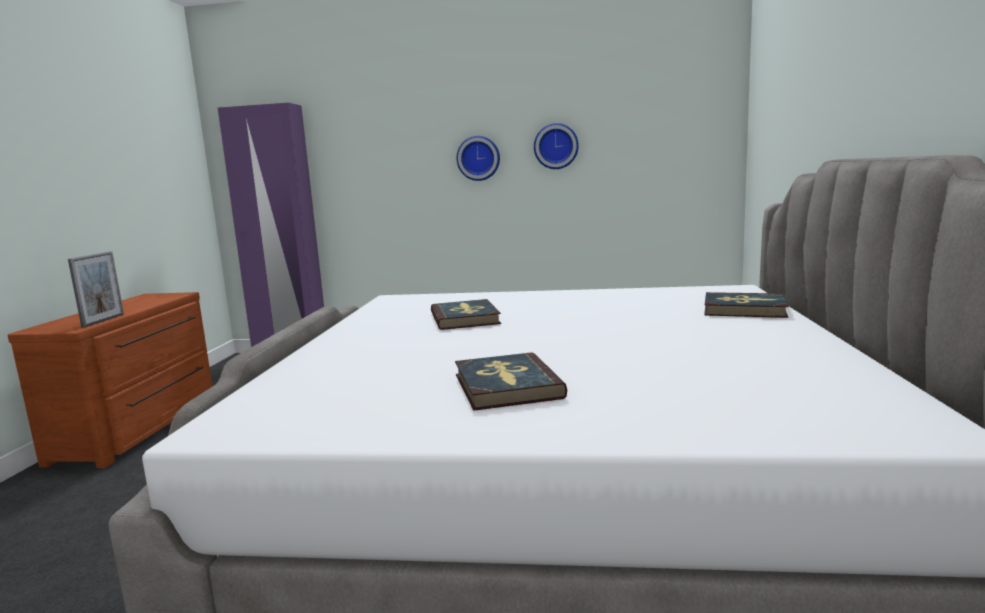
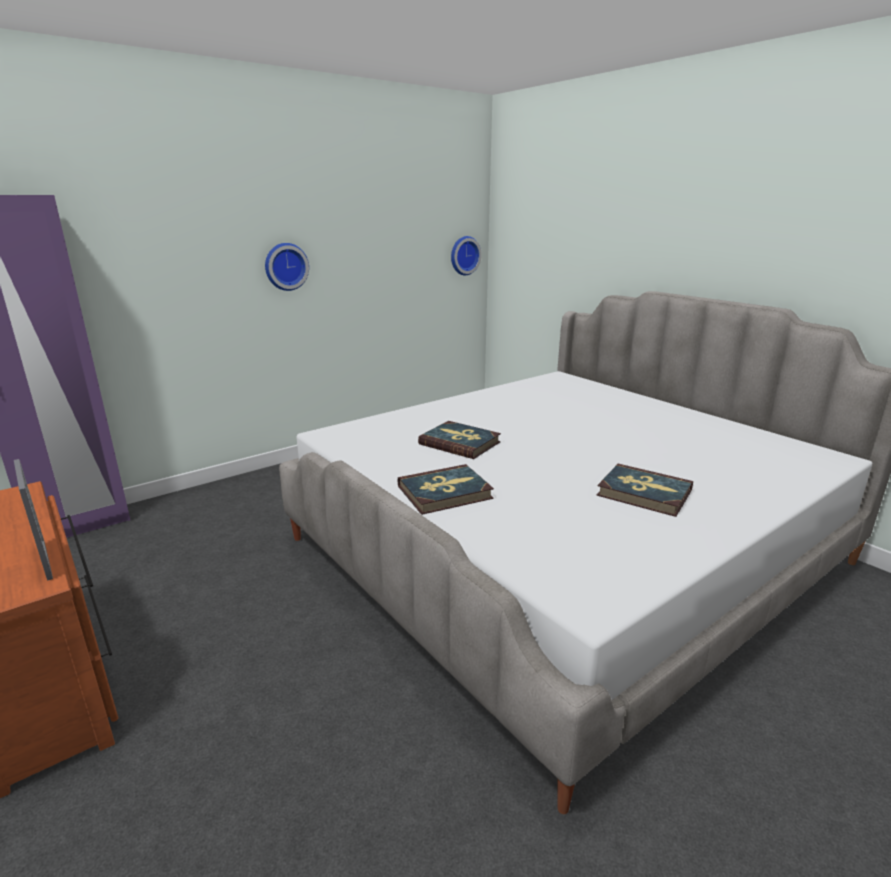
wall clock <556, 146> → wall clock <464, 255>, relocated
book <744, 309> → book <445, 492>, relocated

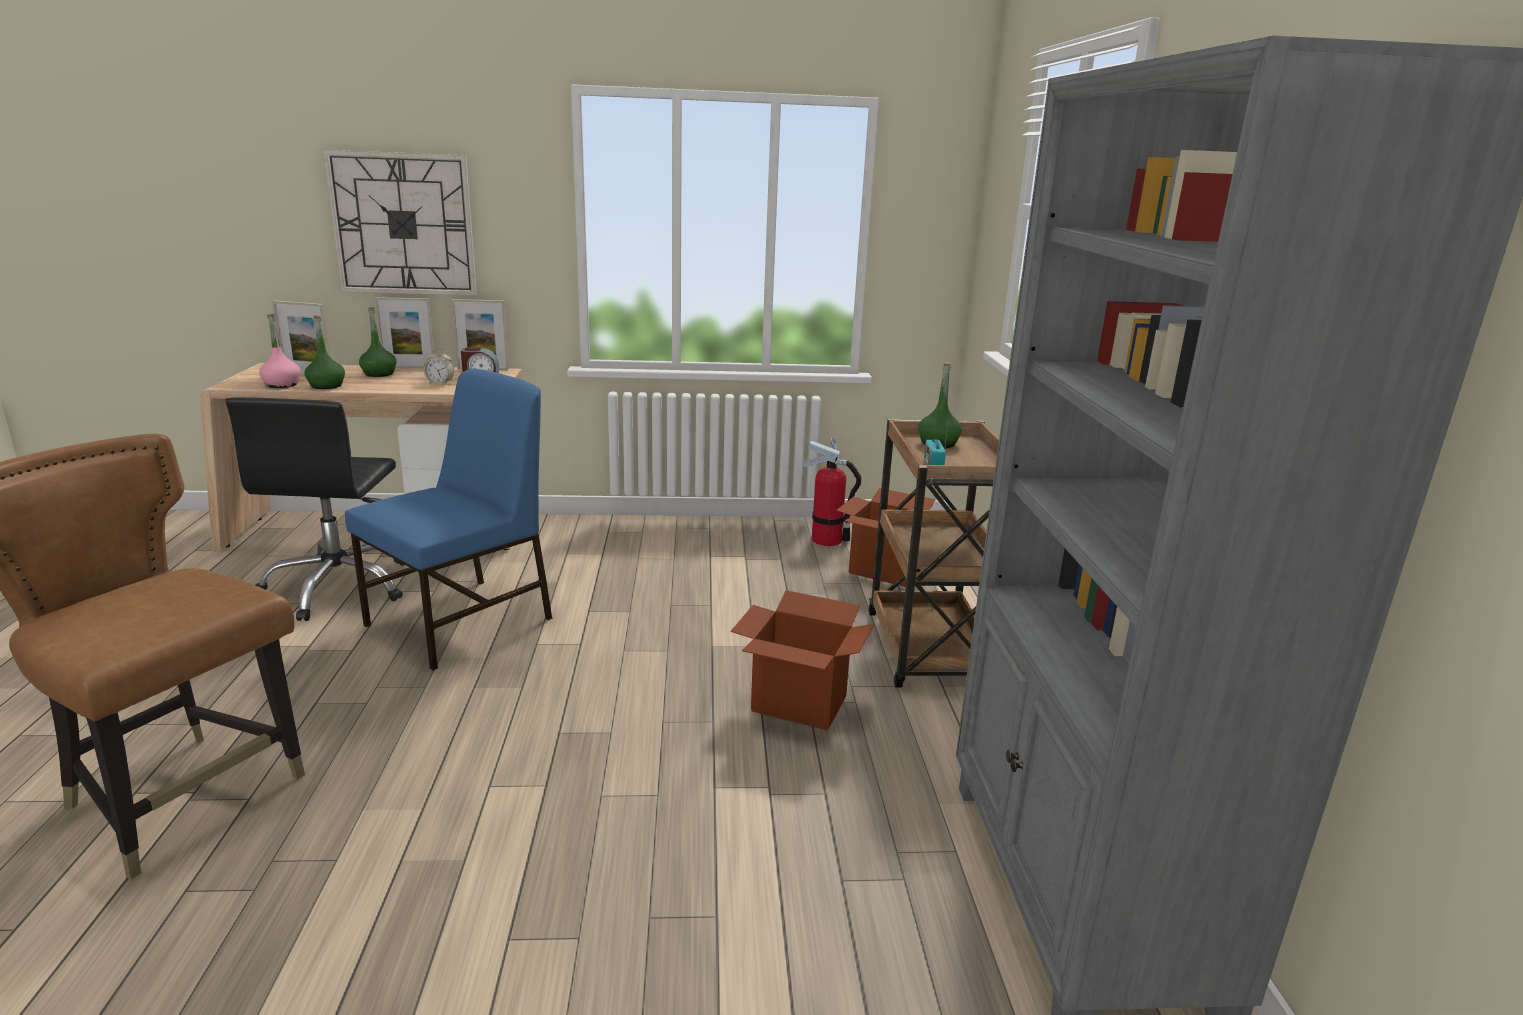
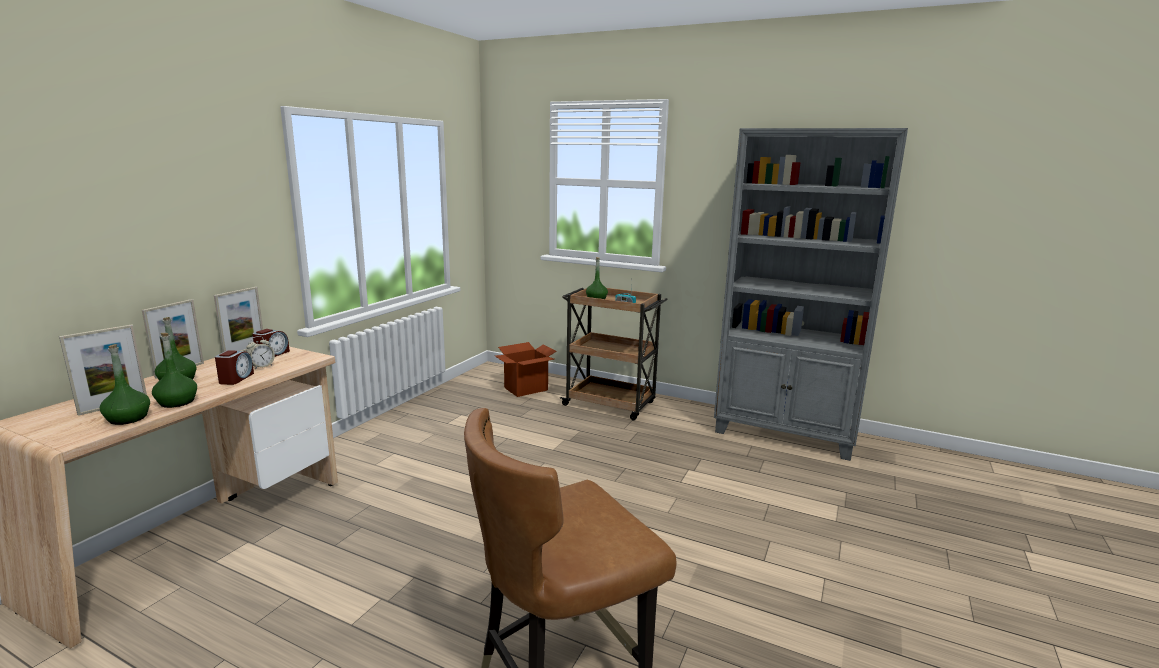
black office chair <338, 586> → -
wall clock <403, 224> → -
blue chair <463, 621> → -
cardboard box <798, 703> → -
fire extinguisher <827, 540> → -
- → alarm clock <236, 378>
pink bottle <282, 385> → green bottle <128, 418>

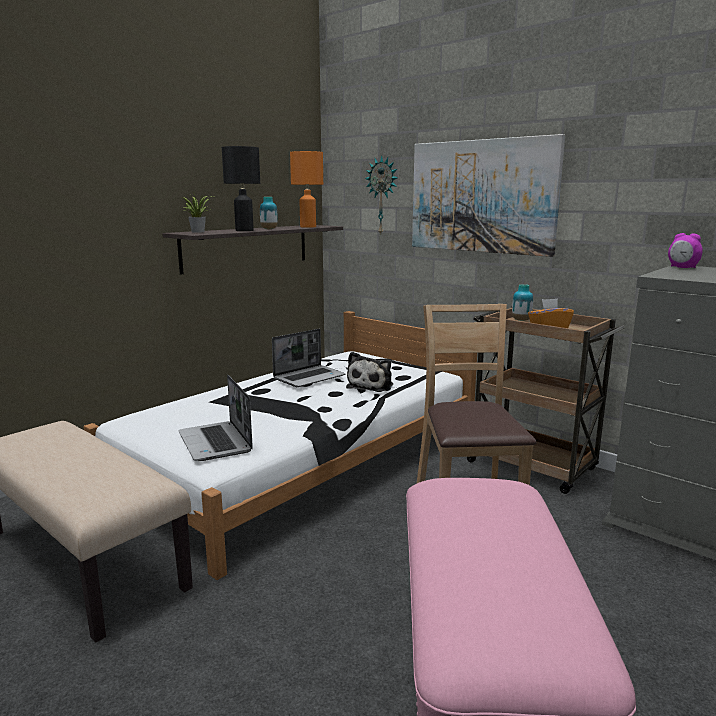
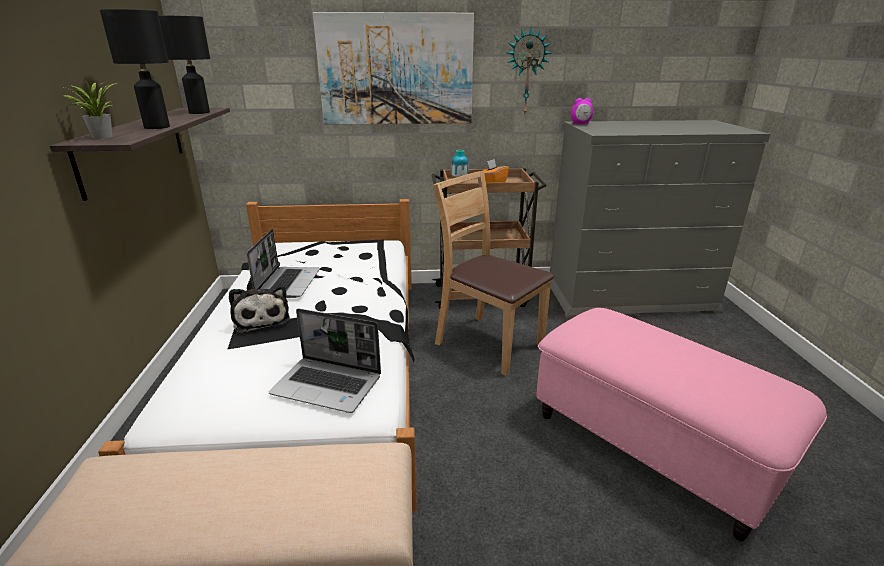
vase <269, 229> → -
plush toy <371, 386> → plush toy <261, 319>, relocated
wall clock <383, 196> → wall clock <527, 72>, relocated
orange table lamp <308, 227> → black table lamp <200, 112>

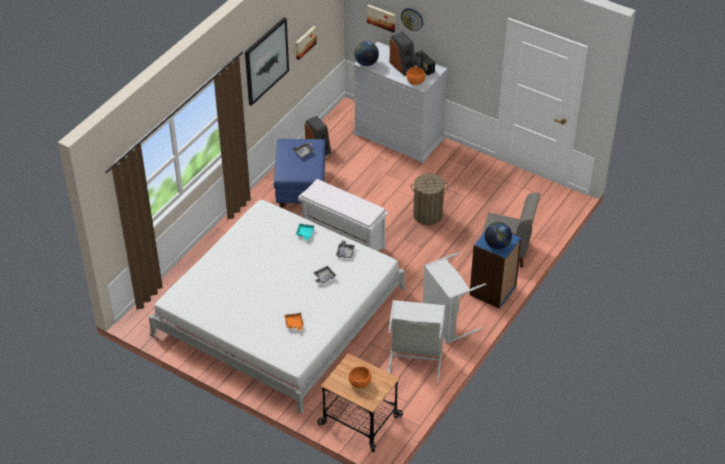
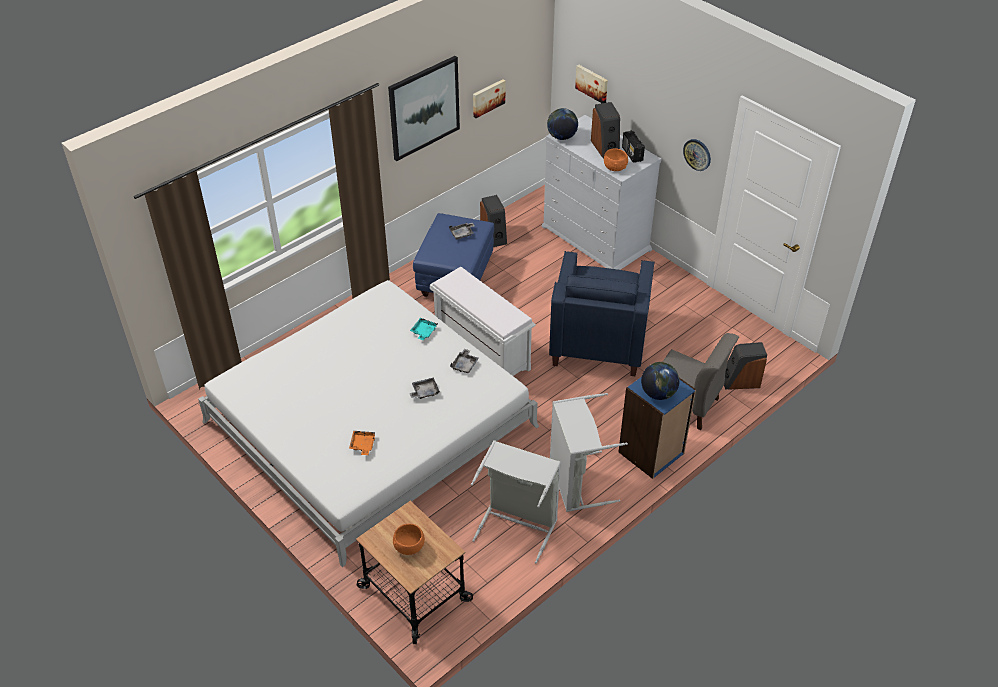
- → speaker <740, 381>
wall clock <412, 18> → wall clock <697, 154>, relocated
laundry basket <427, 215> → blue armchair <598, 339>

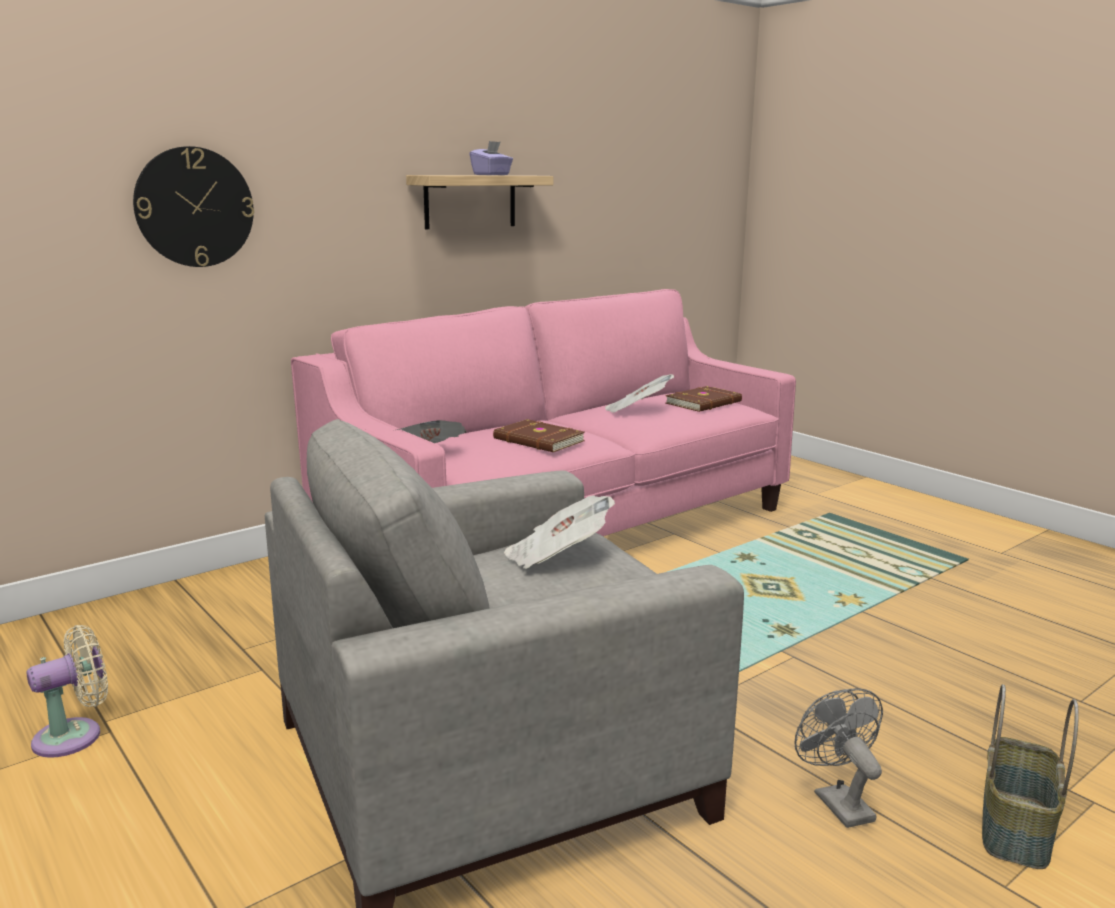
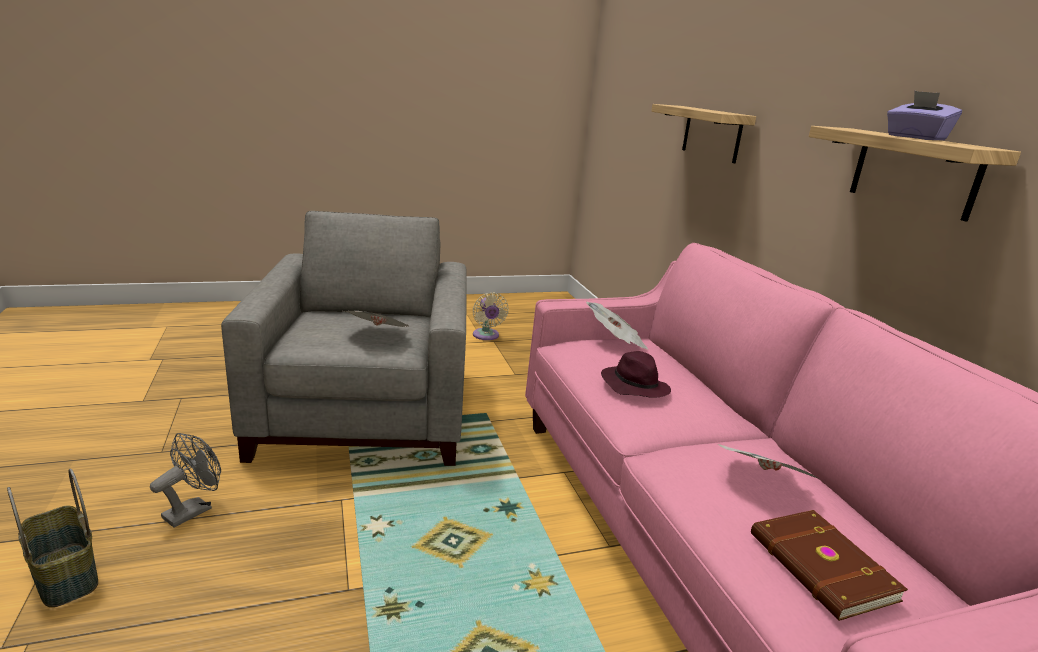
wall clock <194, 207> → shelf <711, 133>
brown book <538, 440> → purple hat <633, 386>
grey fan <837, 801> → grey fan <193, 510>, 60 degrees counterclockwise

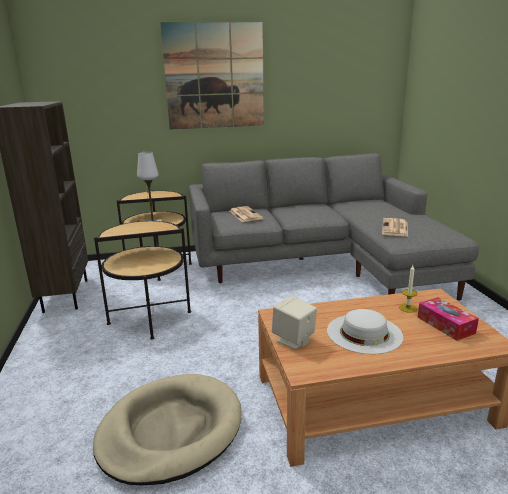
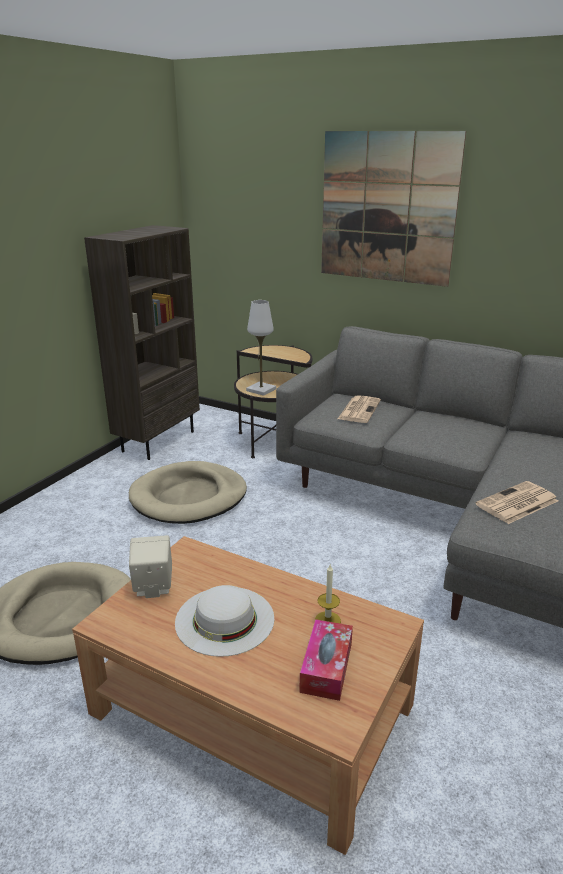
side table <149, 318> → beige dog bed <189, 497>

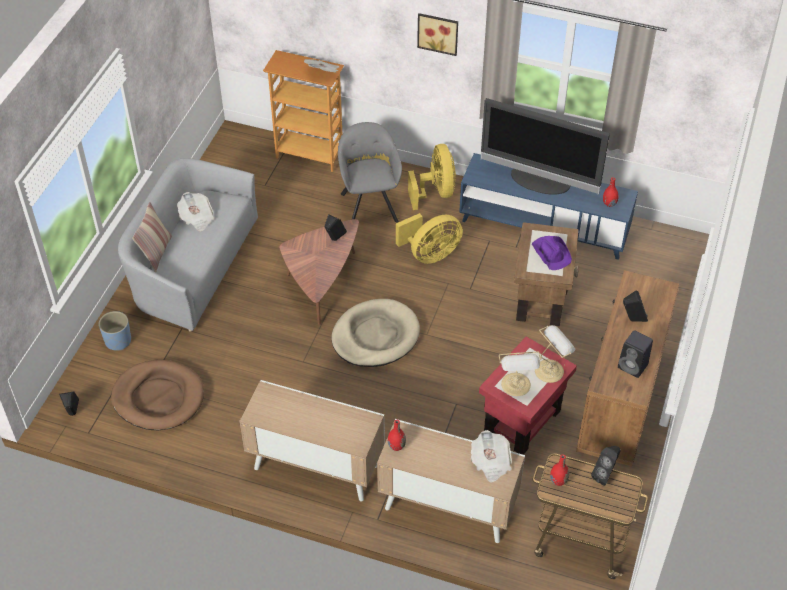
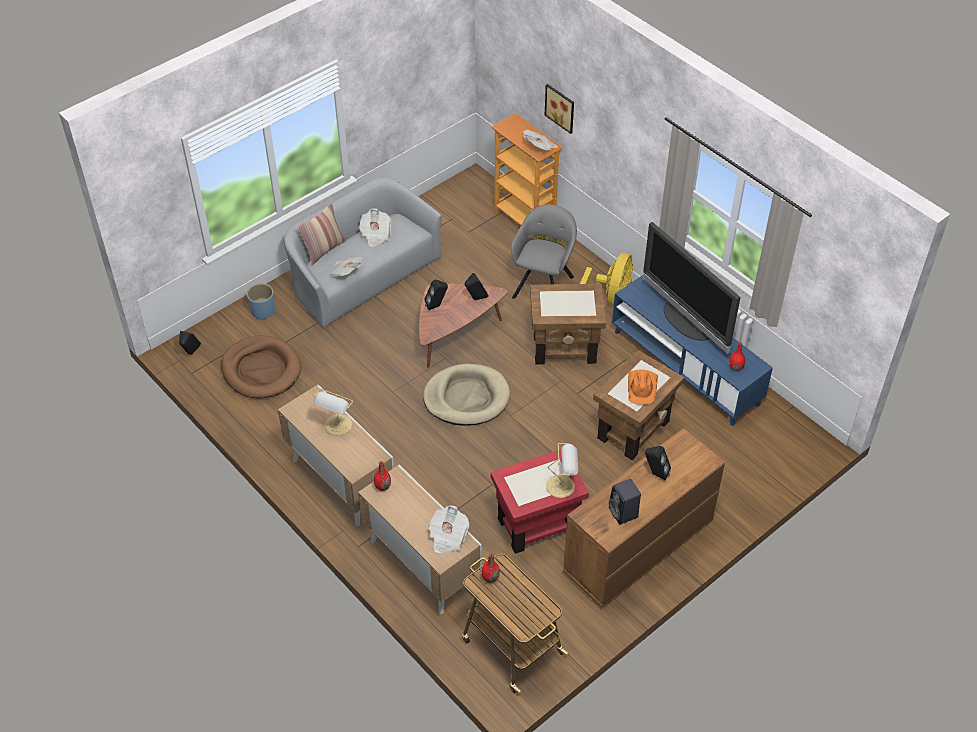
- → newspaper <346, 272>
picture <438, 32> → picture <561, 107>, relocated
table lamp <516, 386> → table lamp <337, 426>, relocated
black speaker <605, 475> → black speaker <436, 306>, relocated
yellow fan <430, 254> → brown side table <565, 349>
purple hat <551, 253> → orange hat <642, 387>

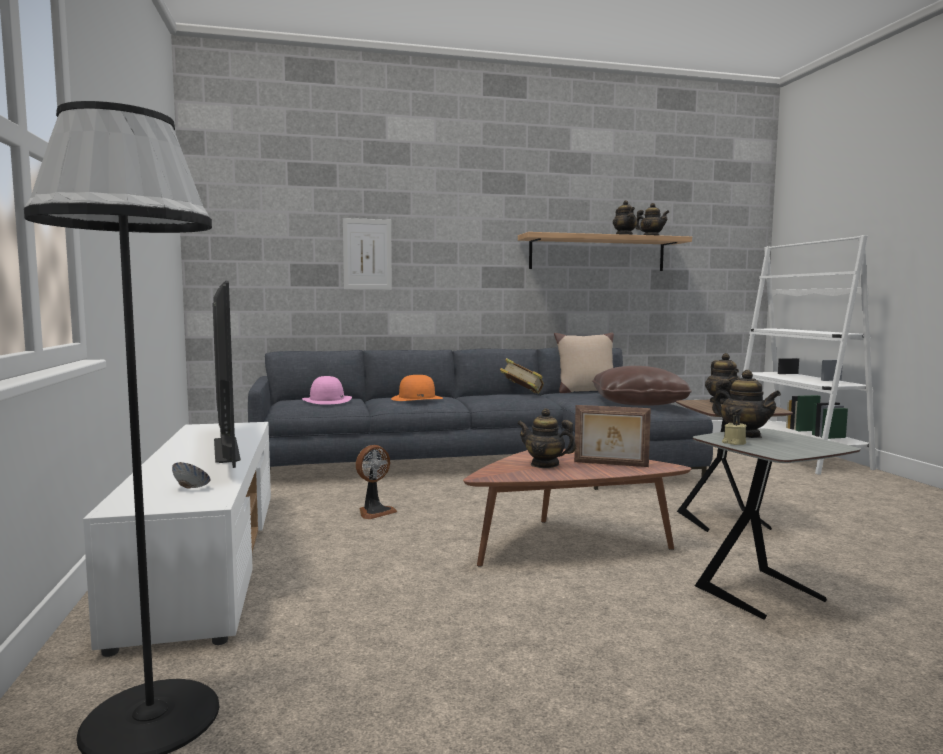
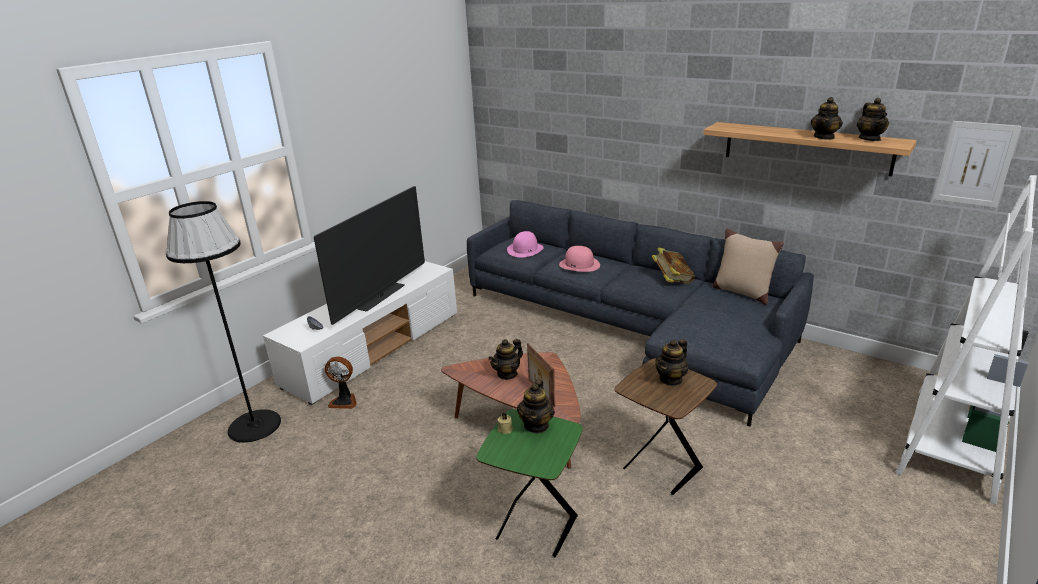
brown pillow <638, 403> → -
picture <367, 254> → picture <974, 164>, relocated
fan <374, 512> → fan <344, 401>, relocated
orange hat <417, 398> → pink hat <579, 264>
grey side table <764, 595> → green side table <535, 529>
teapot <545, 465> → teapot <507, 374>, 120 degrees counterclockwise

